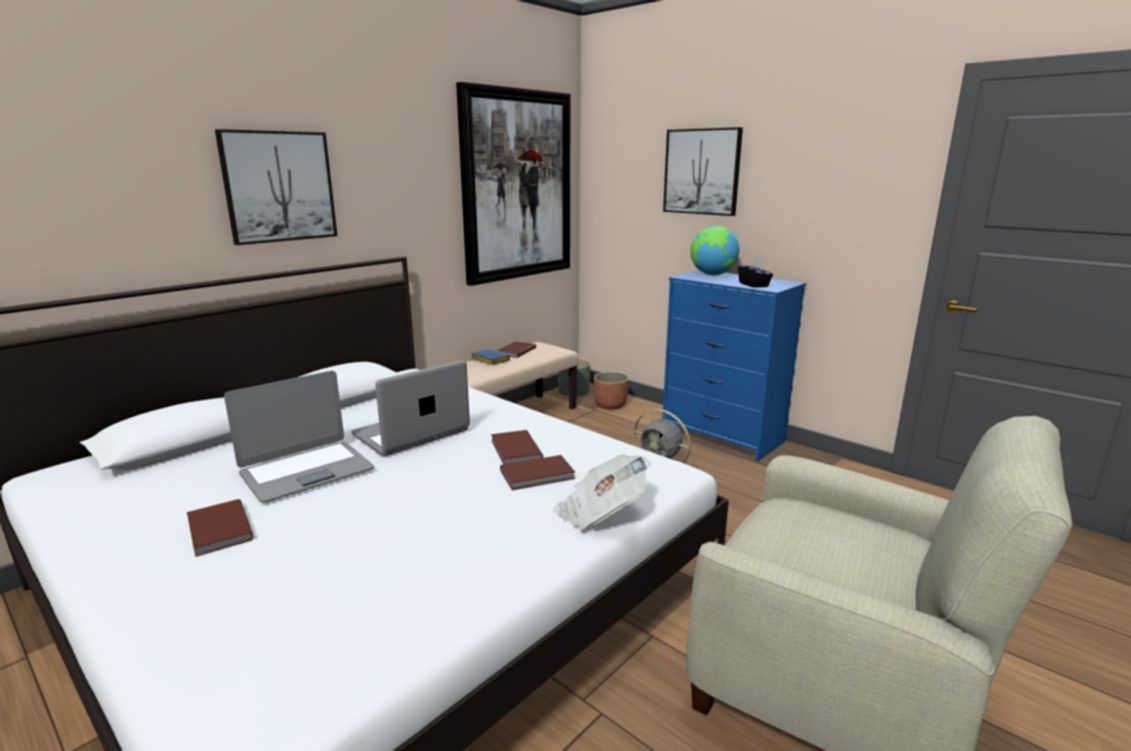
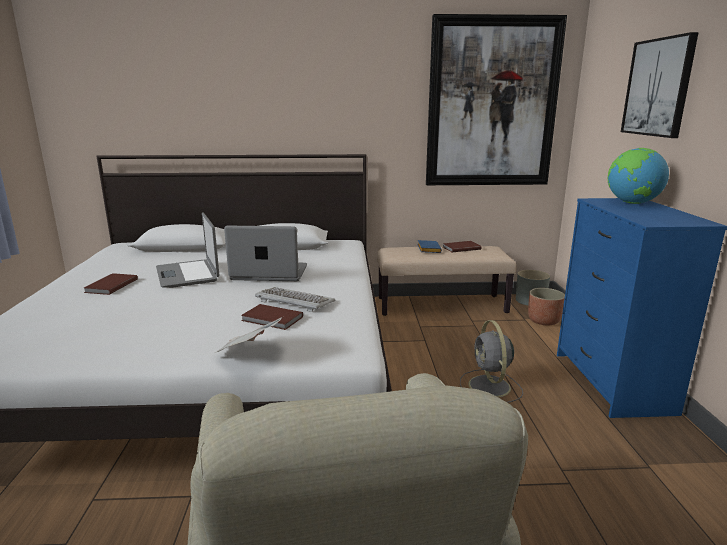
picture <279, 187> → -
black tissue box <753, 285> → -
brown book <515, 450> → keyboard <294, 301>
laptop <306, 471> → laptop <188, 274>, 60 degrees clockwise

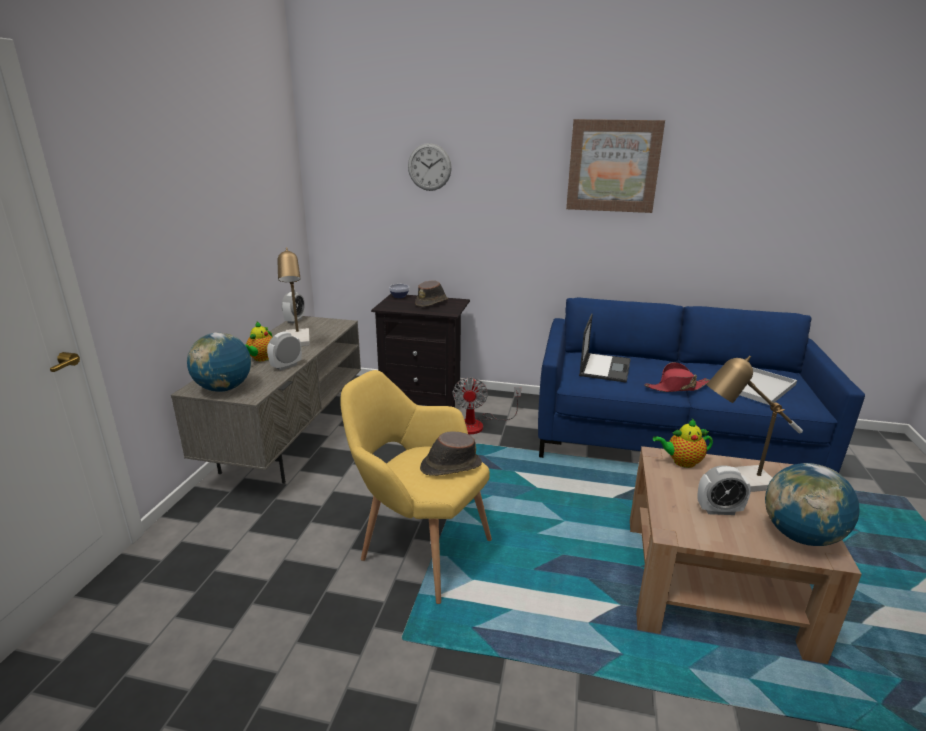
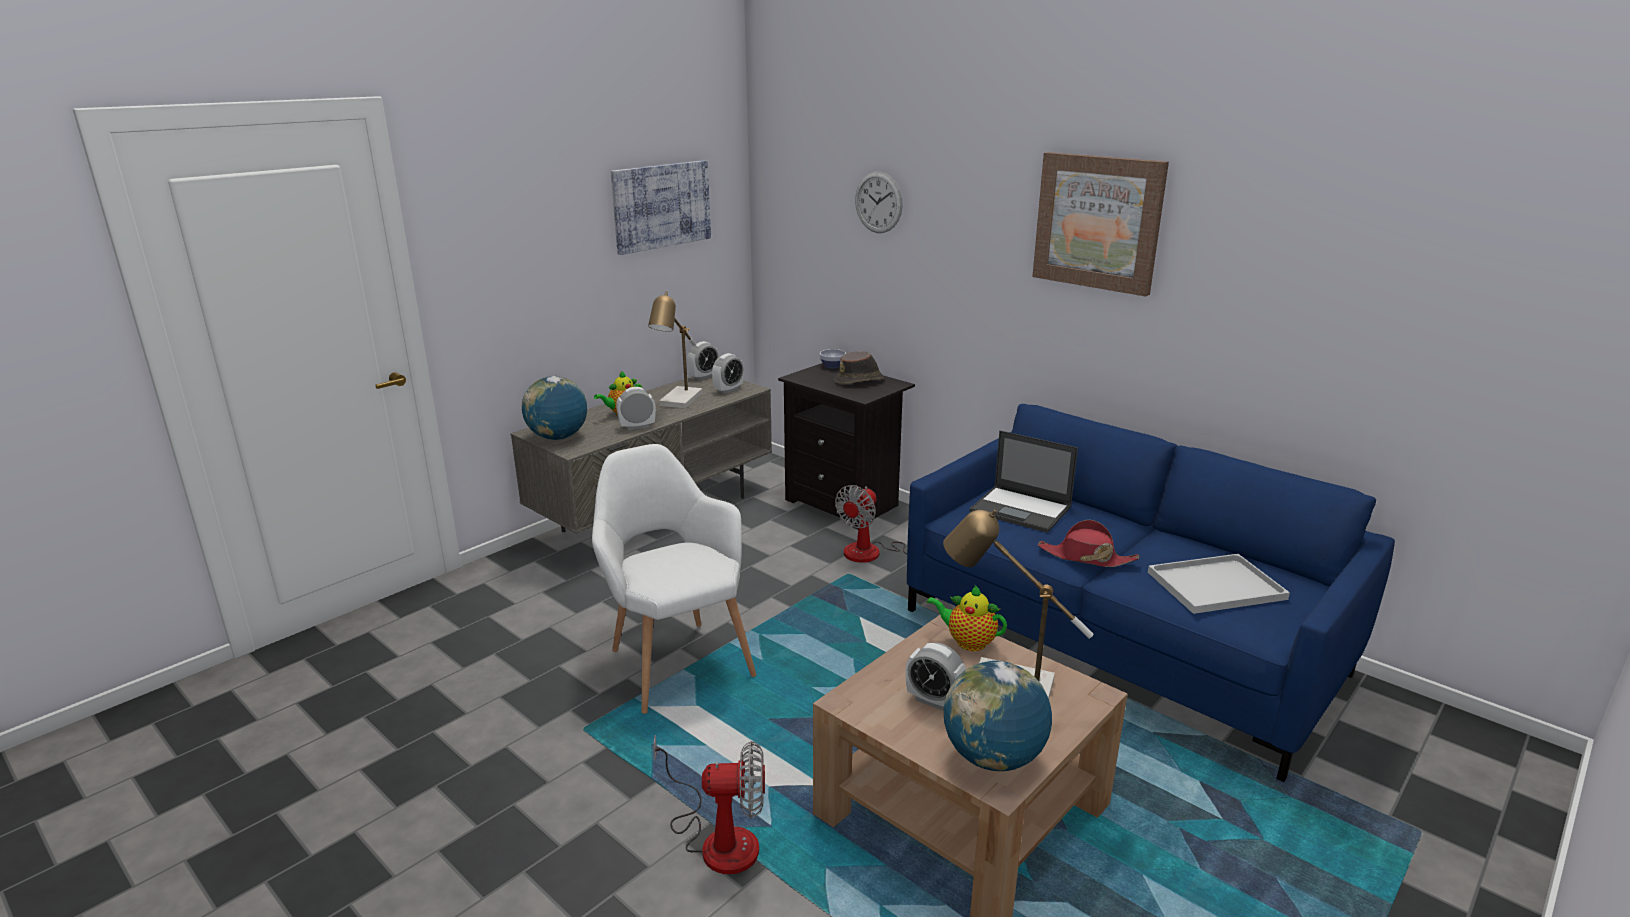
brown hat <450, 466> → -
- → picture <661, 206>
- → fan <718, 838>
- → alarm clock <728, 390>
yellow armchair <418, 548> → white armchair <674, 659>
laptop <605, 367> → laptop <1022, 509>, 75 degrees clockwise

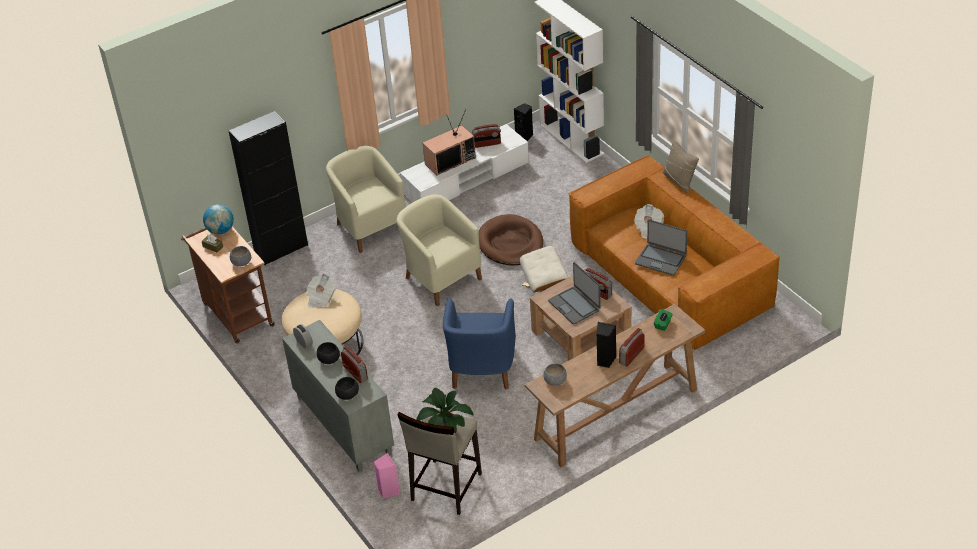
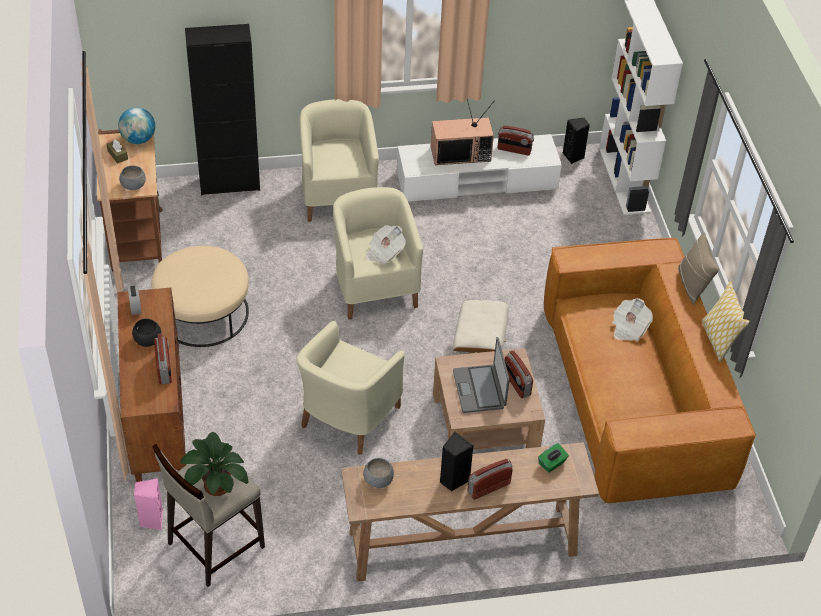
black bowl <347, 395> → -
brown dog bed <510, 243> → -
laptop <660, 260> → -
- → pillow <718, 340>
newspaper <321, 298> → newspaper <384, 252>, relocated
grey cabinet <342, 425> → brown cabinet <156, 418>
blue armchair <481, 369> → beige armchair <347, 417>

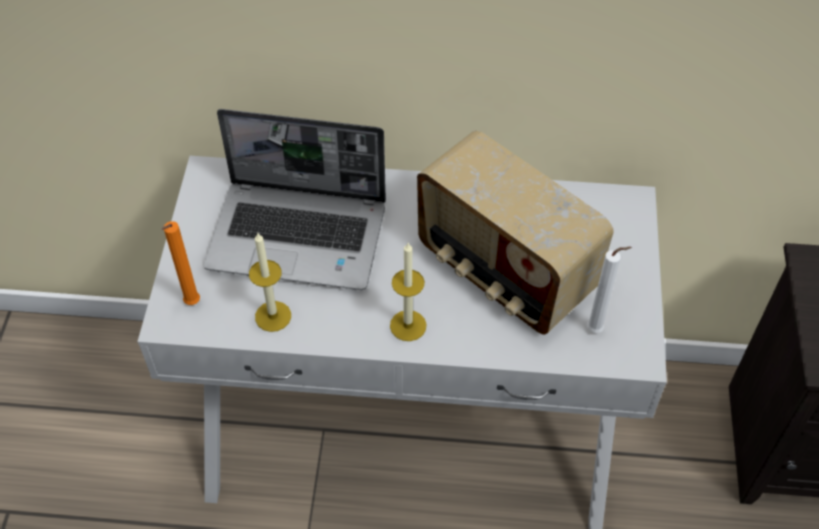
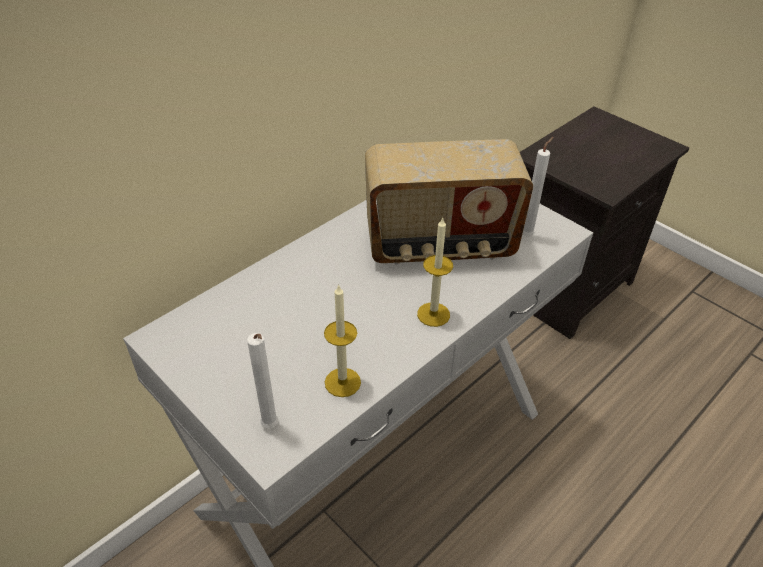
laptop <300, 236> → -
orange candle <191, 304> → white candle <271, 427>

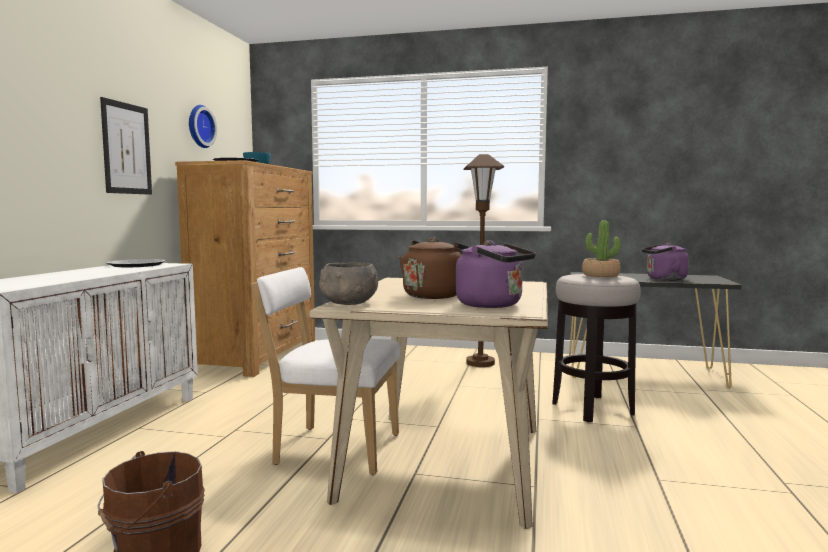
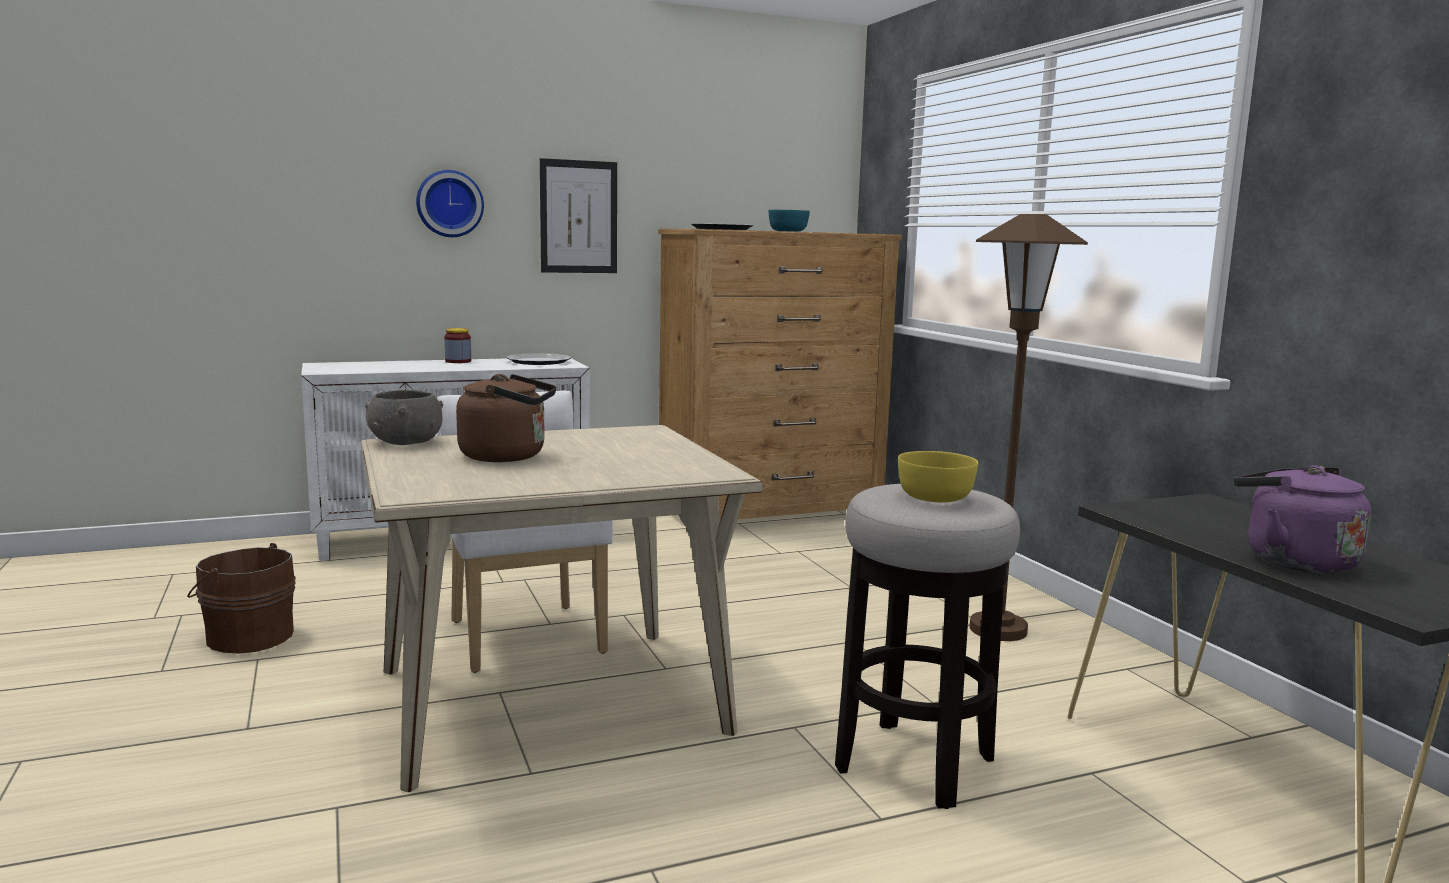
purple kettle <493, 305> → -
- → jar <458, 361>
wall clock <199, 126> → wall clock <449, 204>, relocated
potted plant <600, 275> → yellow bowl <933, 497>

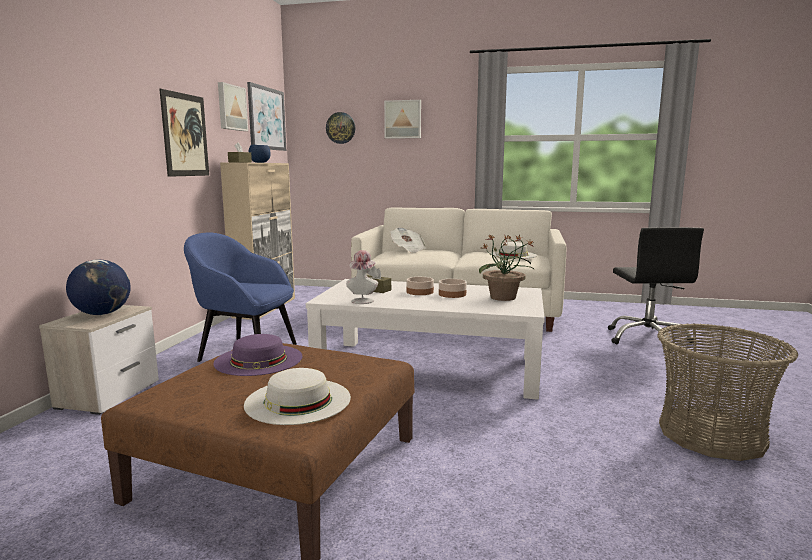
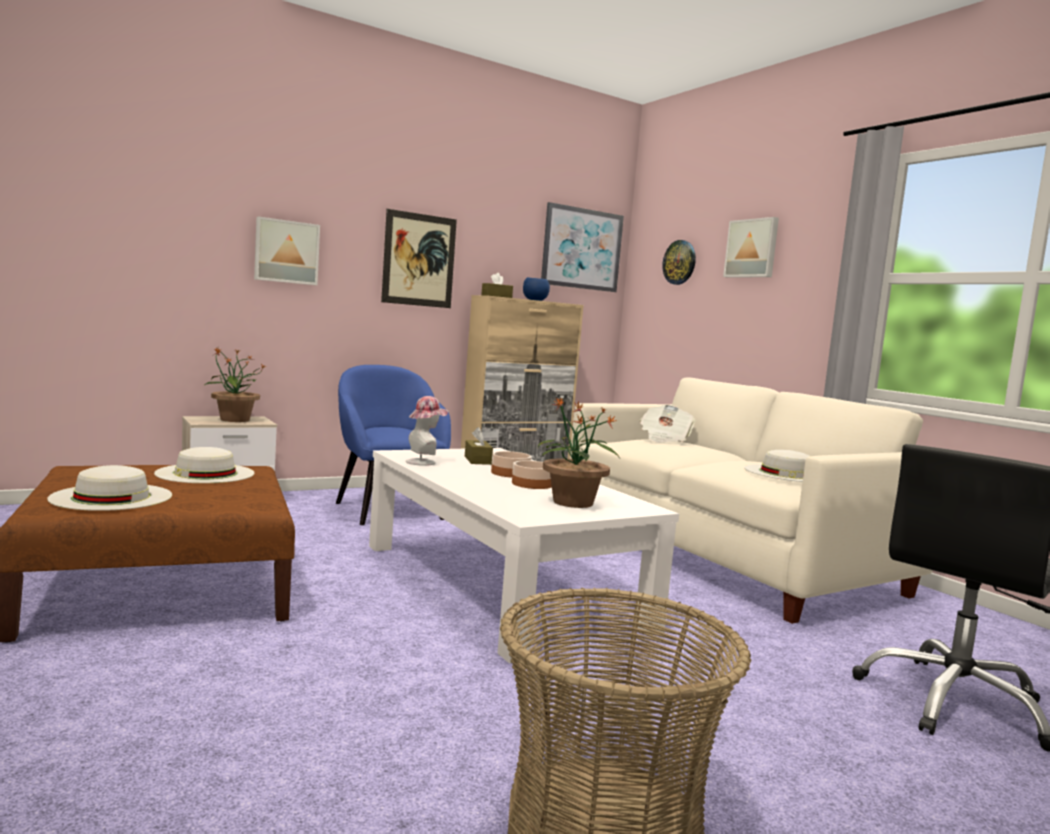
picture <231, 107> → picture <286, 252>, relocated
globe <102, 314> → potted plant <234, 420>
purple hat <259, 359> → white hat <205, 473>

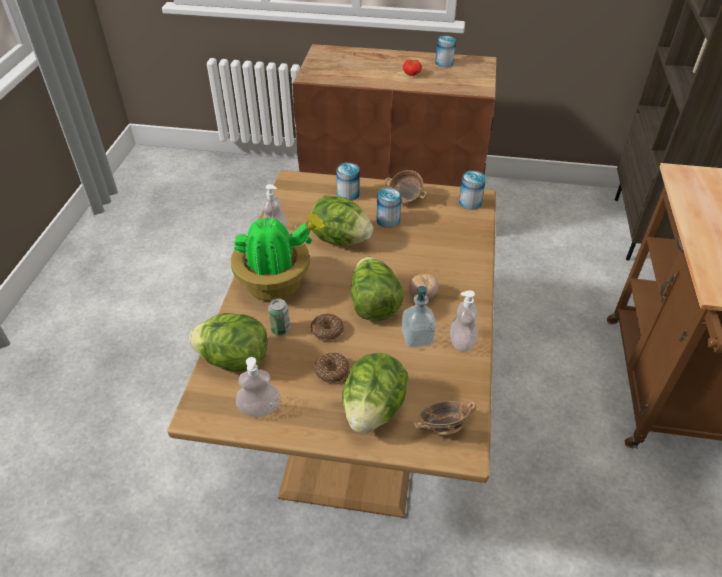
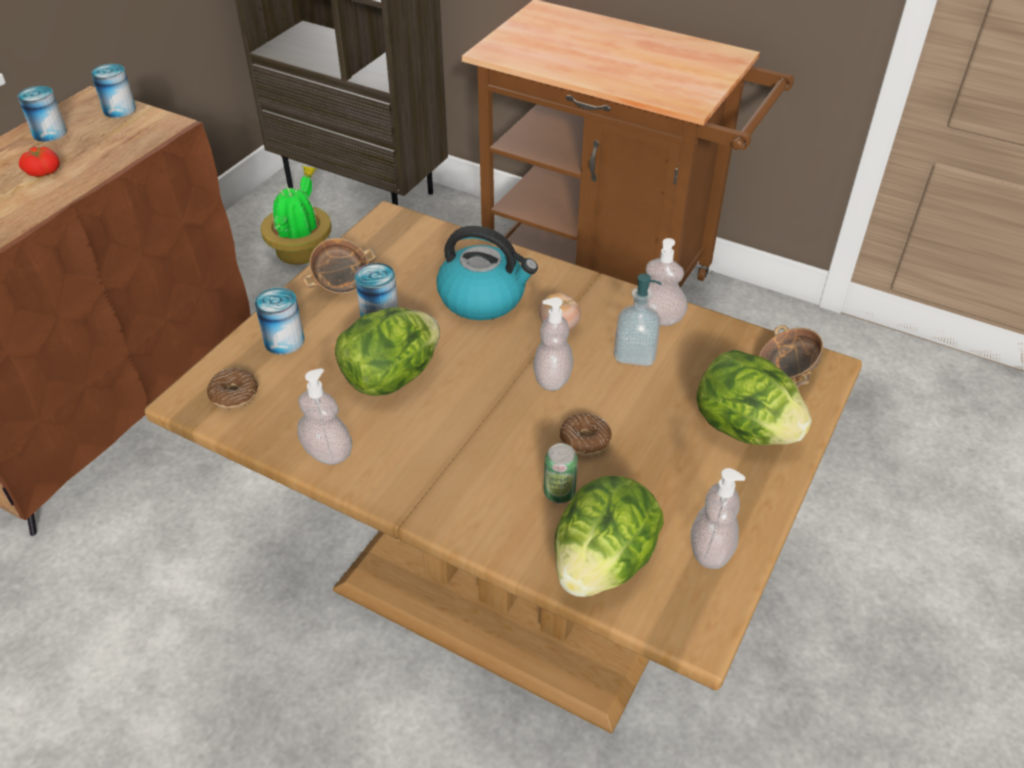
- → kettle <483, 298>
potted plant <277, 284> → potted plant <302, 250>, relocated
donut <331, 371> → donut <234, 394>, relocated
can <470, 202> → can <119, 110>, relocated
lettuce <373, 304> → soap dispenser <552, 378>

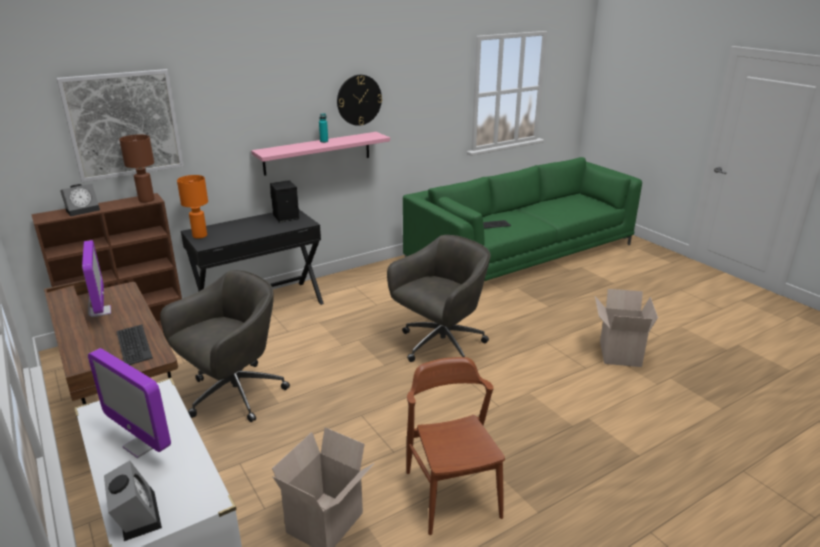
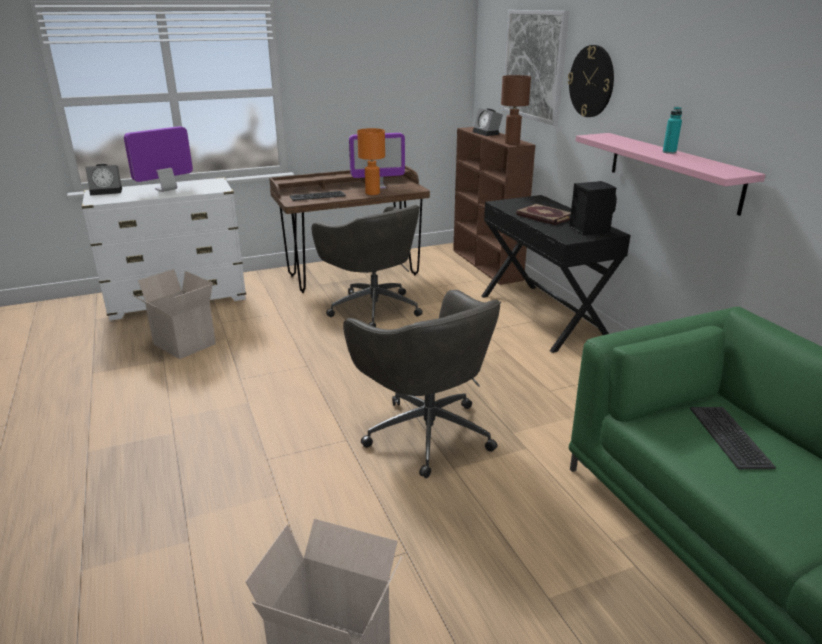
brown chair <452, 494> → -
- → book <543, 217>
orange table lamp <200, 236> → orange table lamp <372, 193>, relocated
wall clock <359, 100> → wall clock <591, 81>, relocated

